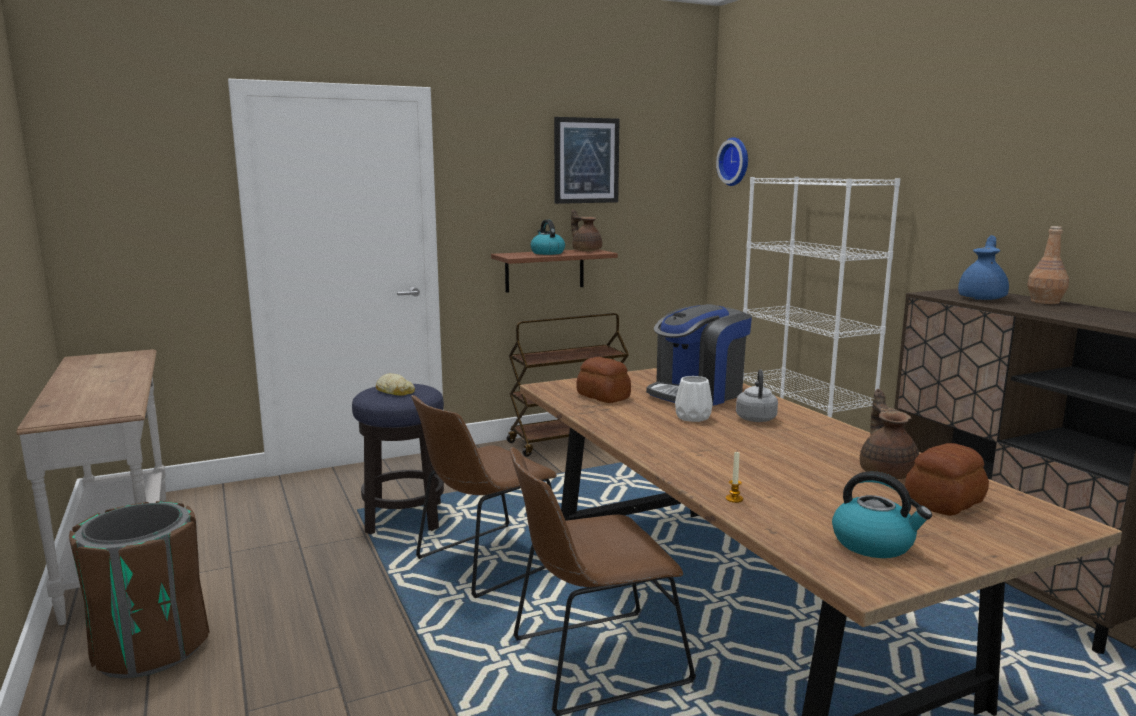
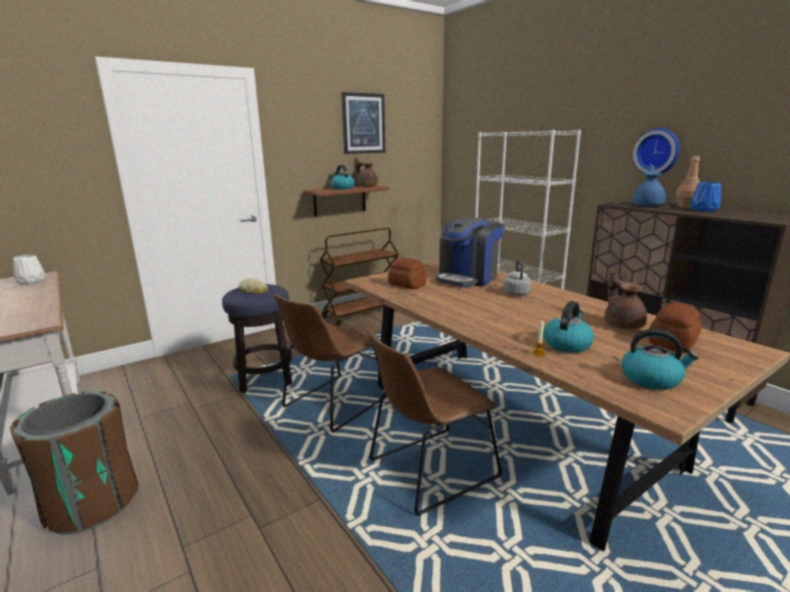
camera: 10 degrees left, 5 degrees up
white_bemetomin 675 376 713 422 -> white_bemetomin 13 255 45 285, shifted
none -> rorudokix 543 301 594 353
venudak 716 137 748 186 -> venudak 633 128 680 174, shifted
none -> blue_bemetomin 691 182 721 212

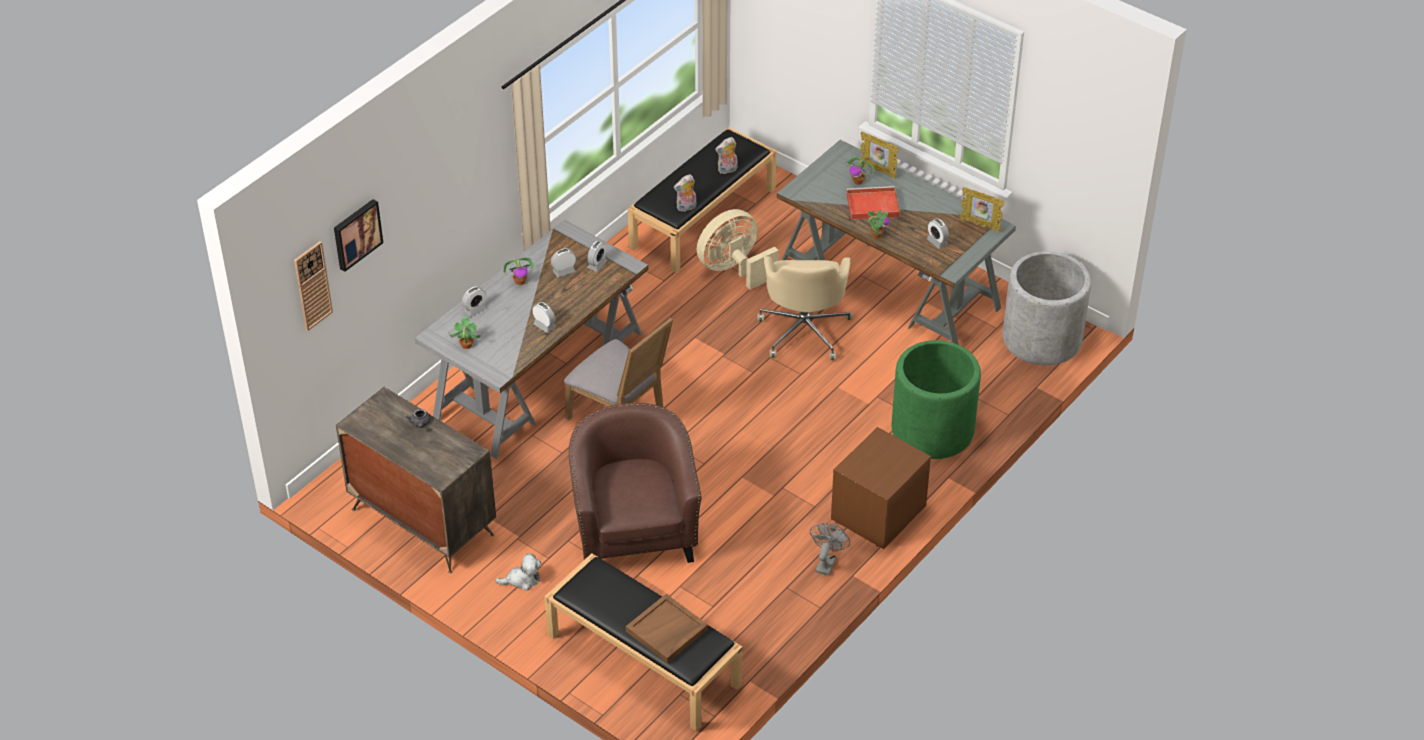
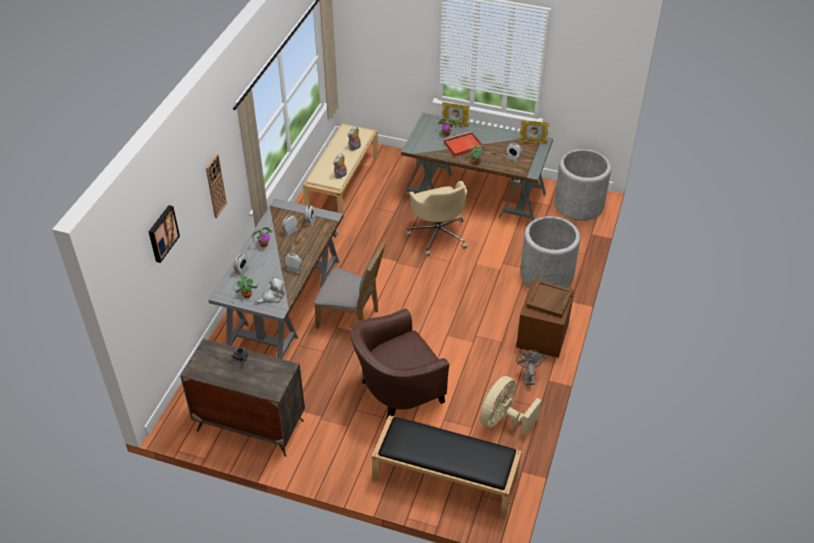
camera: 20 degrees left, 0 degrees up
venudak 294 241 333 331 -> venudak 206 154 227 218, shifted
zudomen 495 553 542 591 -> zudomen 255 277 285 304, shifted
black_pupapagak 628 127 777 273 -> beige_pupapagak 303 124 378 218
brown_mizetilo 569 403 702 563 -> brown_mizetilo 350 308 449 419, 90 degrees counterclockwise
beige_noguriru 697 209 779 290 -> beige_noguriru 480 376 542 435, shifted
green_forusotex 892 340 981 459 -> grey_forusotex 520 216 580 288
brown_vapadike 626 594 708 663 -> brown_vapadike 526 280 573 318, shifted

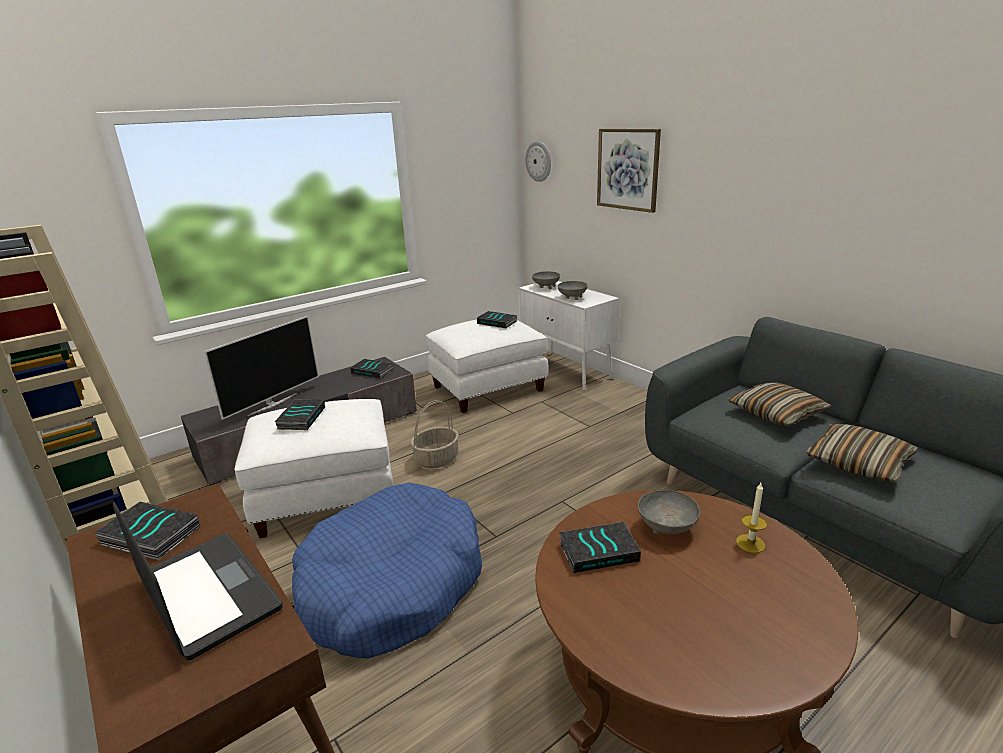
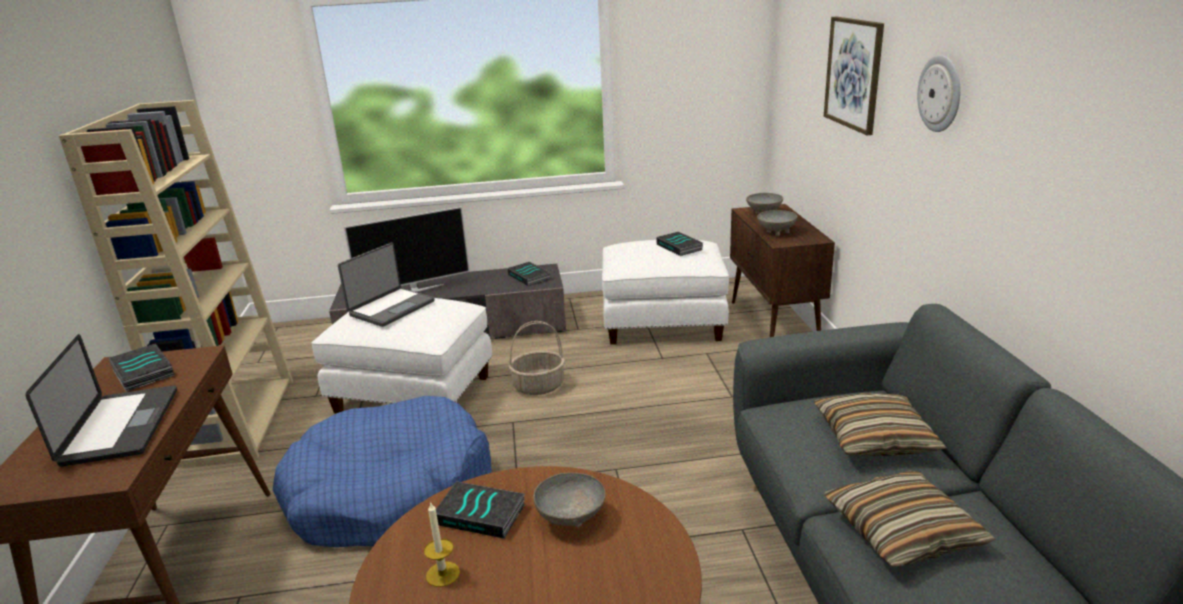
camera: 30 degrees right, 0 degrees up
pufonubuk 274 399 325 430 -> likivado 338 243 435 327
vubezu 736 483 767 553 -> vubezu 424 503 460 587, shifted
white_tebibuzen 518 281 619 391 -> brown_tebibuzen 730 204 835 337
venudak 526 141 551 182 -> venudak 917 55 961 132, shifted

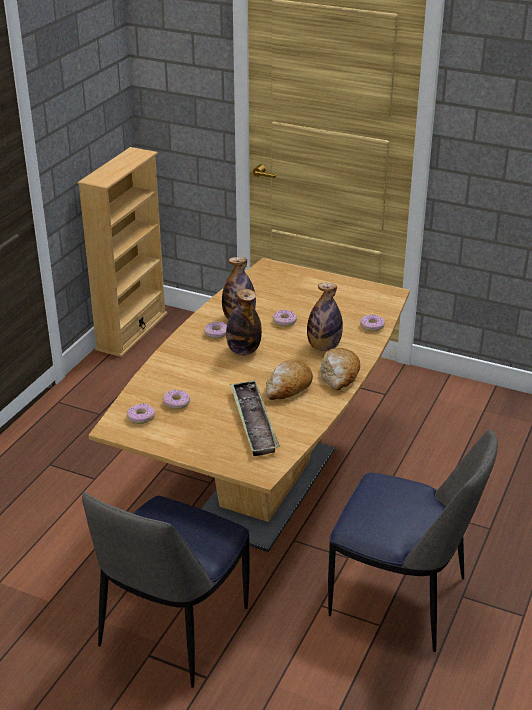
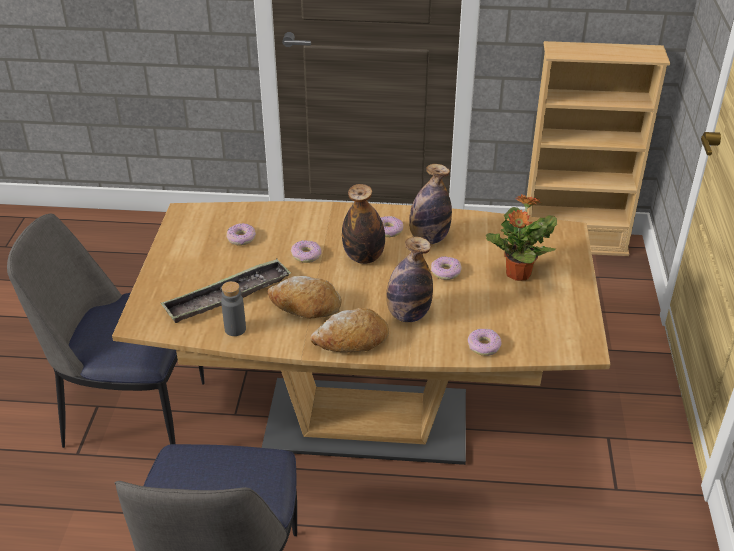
camera: 70 degrees right, 5 degrees up
none -> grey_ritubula 221 281 246 336
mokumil 127 404 155 424 -> mokumil 291 240 322 263, shifted
none -> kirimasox 486 194 557 281

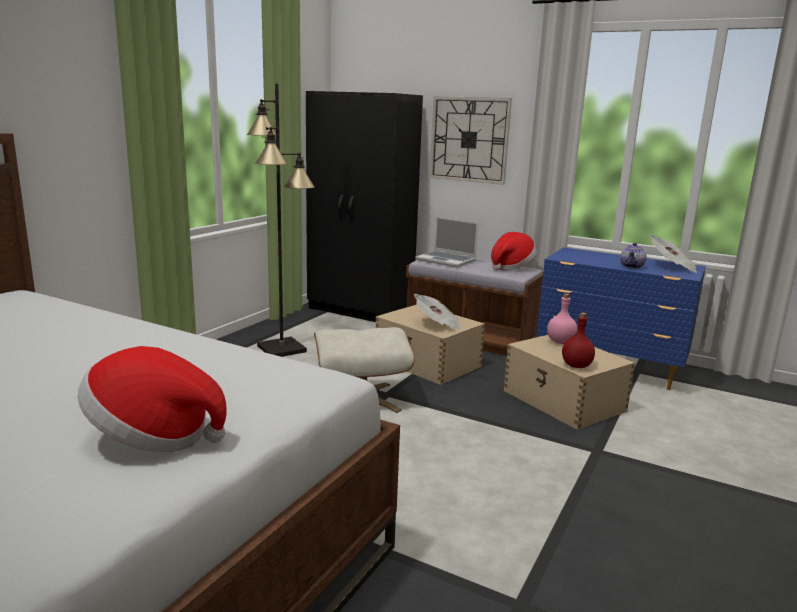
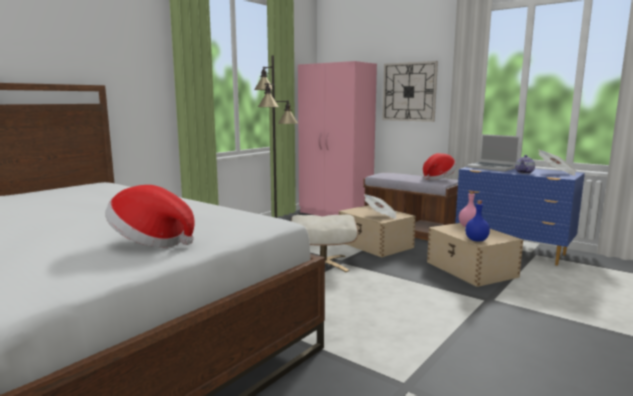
camera: 10 degrees right, 5 degrees down
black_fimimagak 306 91 423 322 -> pink_fimimagak 298 61 377 216
red_ritubula 562 313 595 368 -> blue_ritubula 465 200 490 241
likivado 415 217 478 267 -> likivado 467 134 520 172, shifted

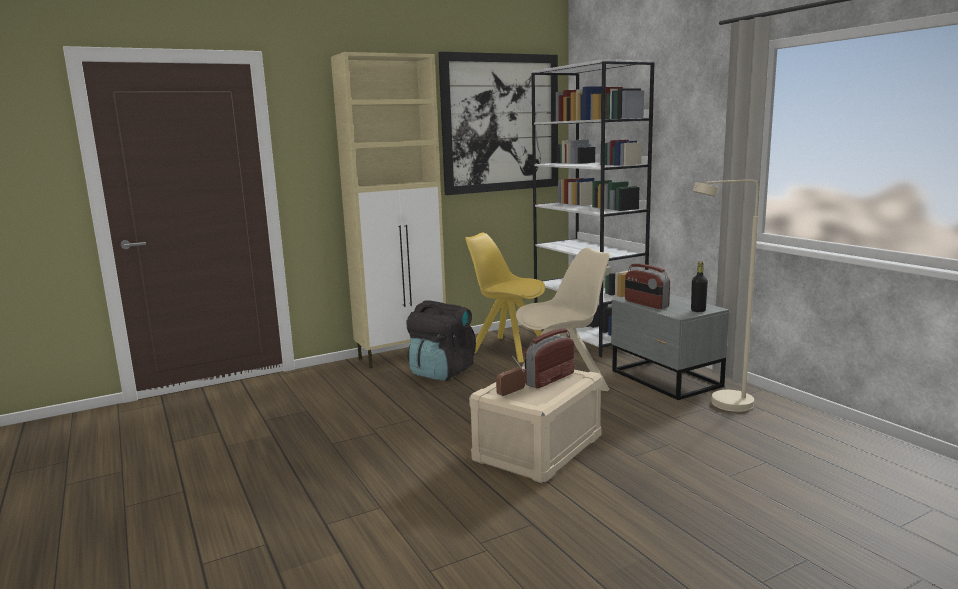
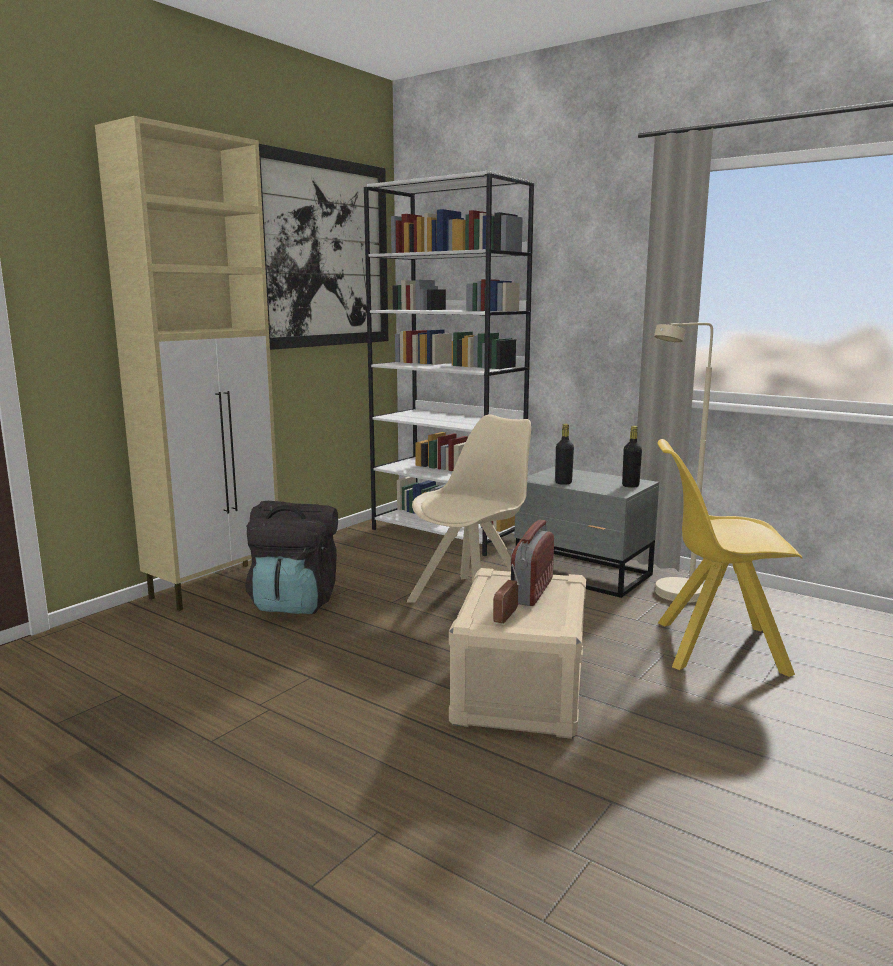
camera: 25 degrees left, 0 degrees up
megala 625 264 670 309 -> black_ritubula 555 423 574 485
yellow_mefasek 465 233 545 362 -> yellow_mefasek 657 439 802 677, shifted

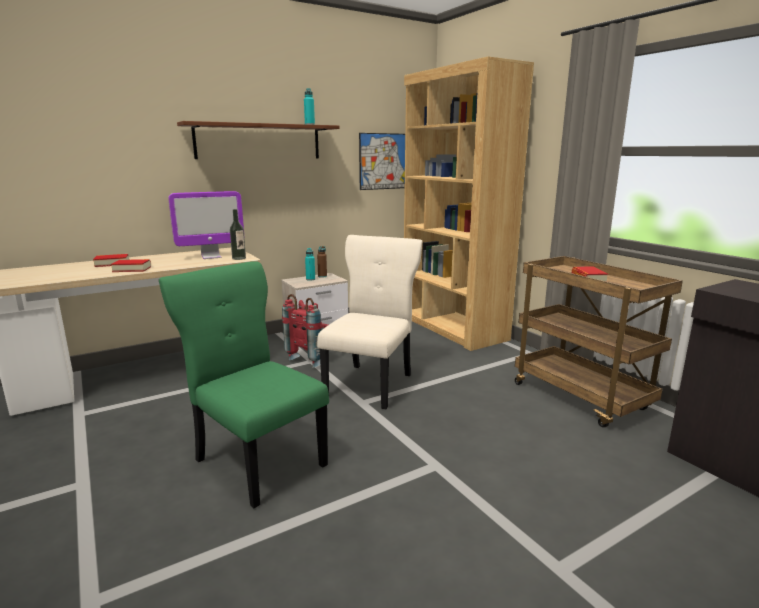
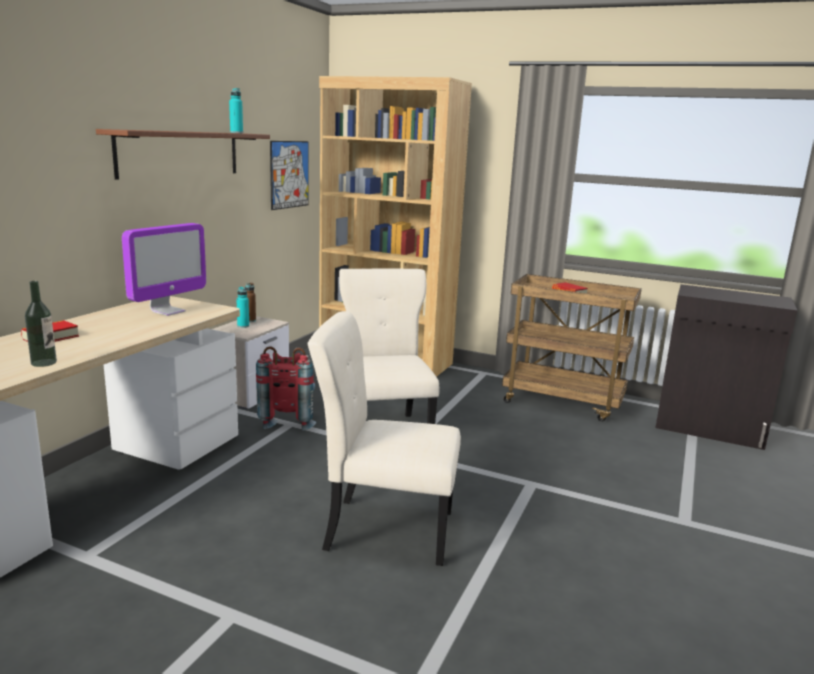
camera: 35 degrees left, 0 degrees up
ritubula 230 209 246 260 -> ritubula 25 281 57 367, shifted
green_mefasek 159 261 329 508 -> beige_mefasek 308 311 461 566
pufonubuk 111 259 151 272 -> none

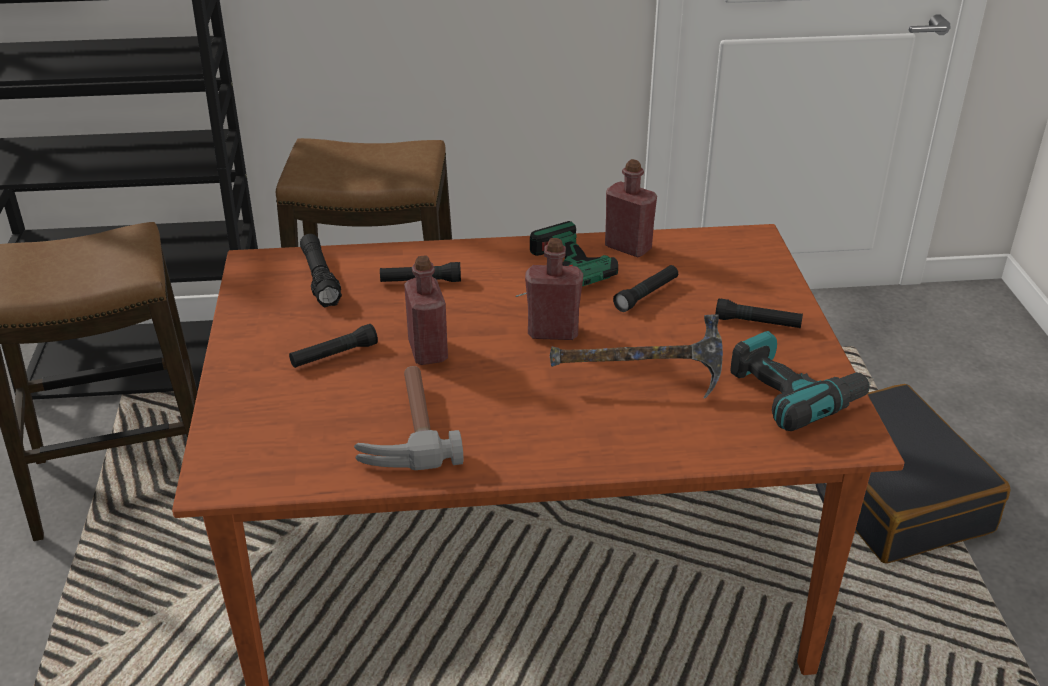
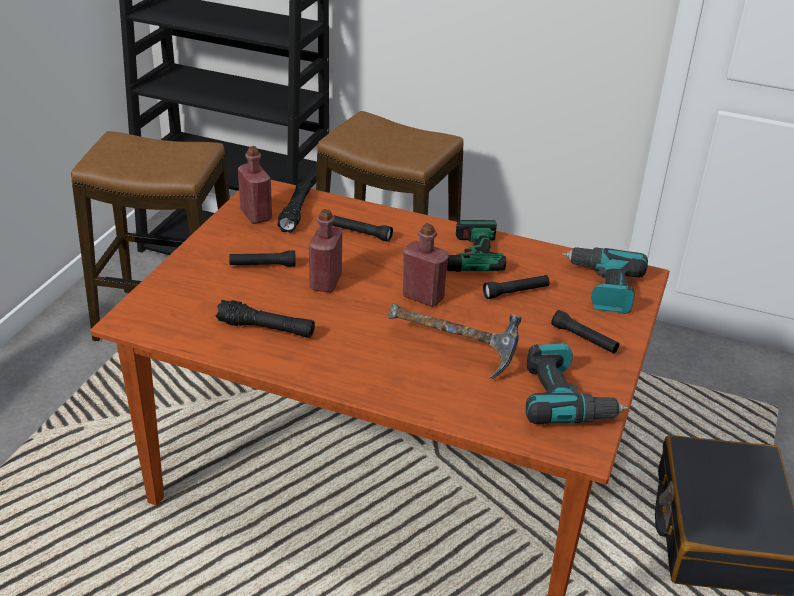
camera: 25 degrees right, 0 degrees up
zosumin 354 366 463 470 -> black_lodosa 215 300 315 338
red_ritubula 605 159 657 257 -> red_ritubula 238 146 272 224, shifted
none -> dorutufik 562 247 648 314

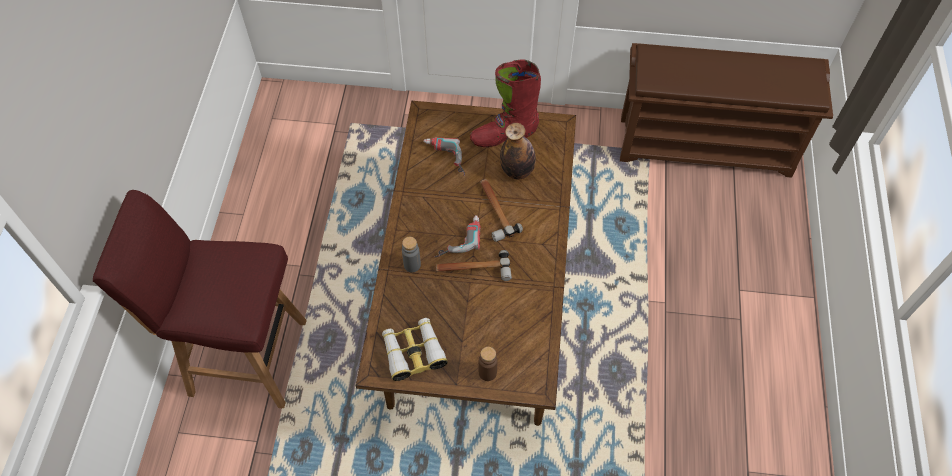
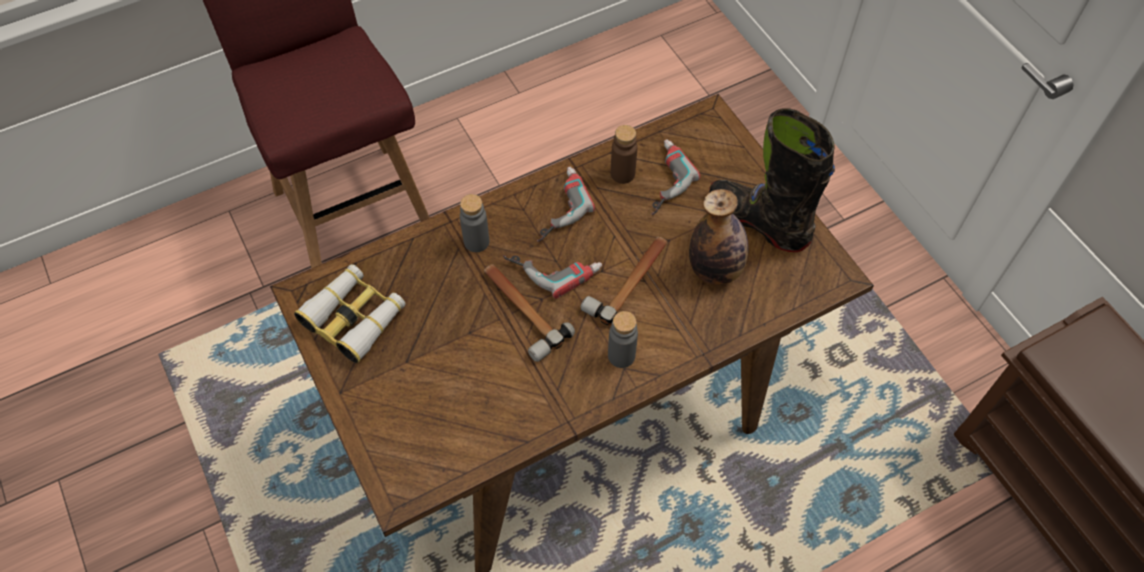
camera: 55 degrees right, 0 degrees up
none -> dorutufik 537 167 595 242
none -> grey_ritubula 608 311 638 368
brown_ritubula 479 347 498 381 -> brown_ritubula 611 125 638 184, shifted
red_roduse 470 60 541 147 -> black_roduse 709 108 835 252

